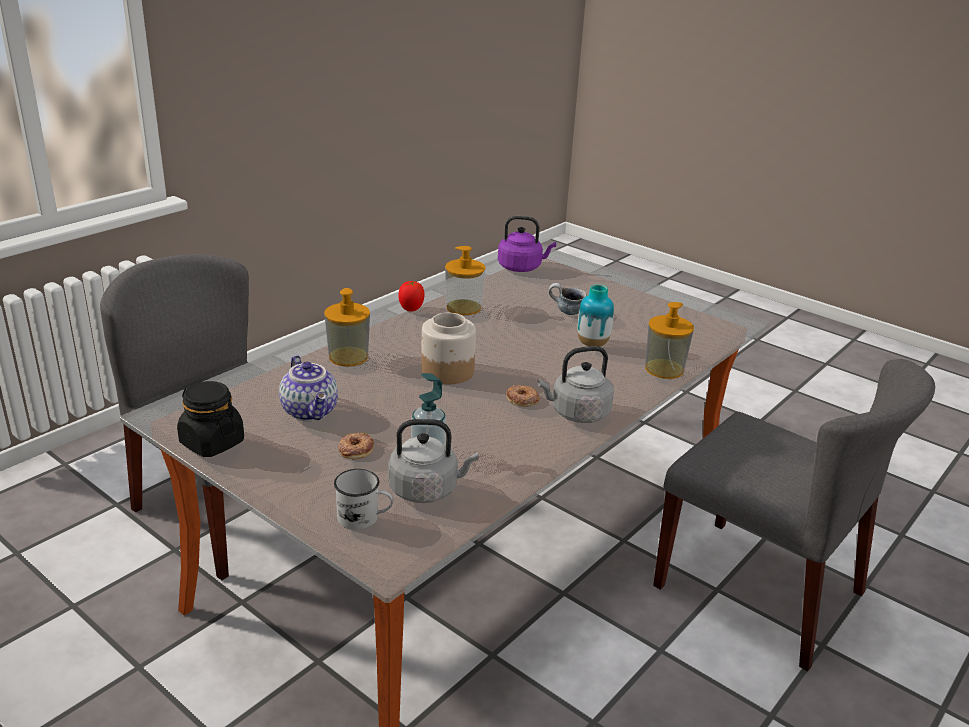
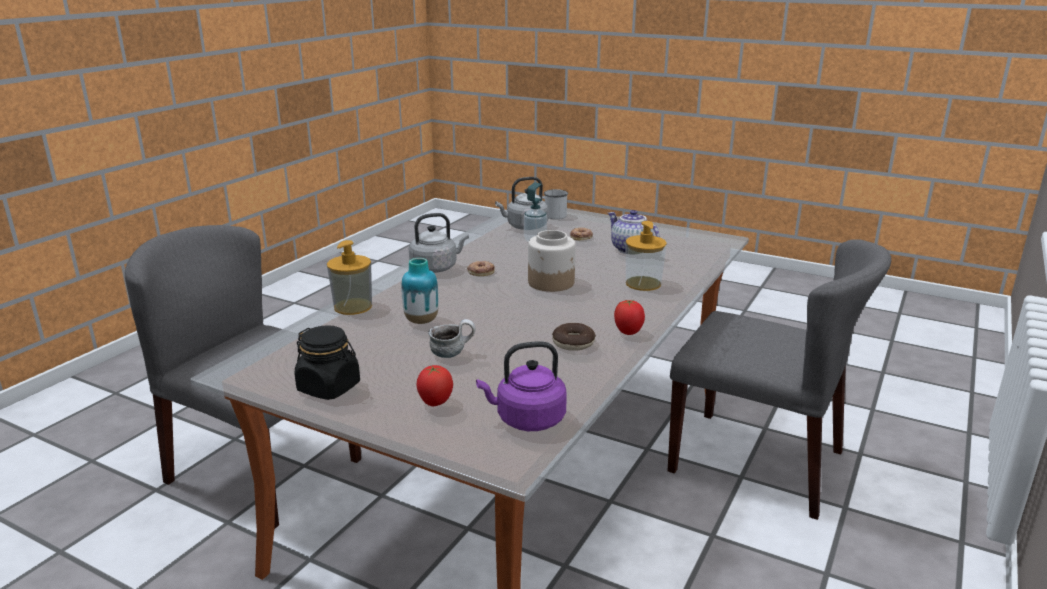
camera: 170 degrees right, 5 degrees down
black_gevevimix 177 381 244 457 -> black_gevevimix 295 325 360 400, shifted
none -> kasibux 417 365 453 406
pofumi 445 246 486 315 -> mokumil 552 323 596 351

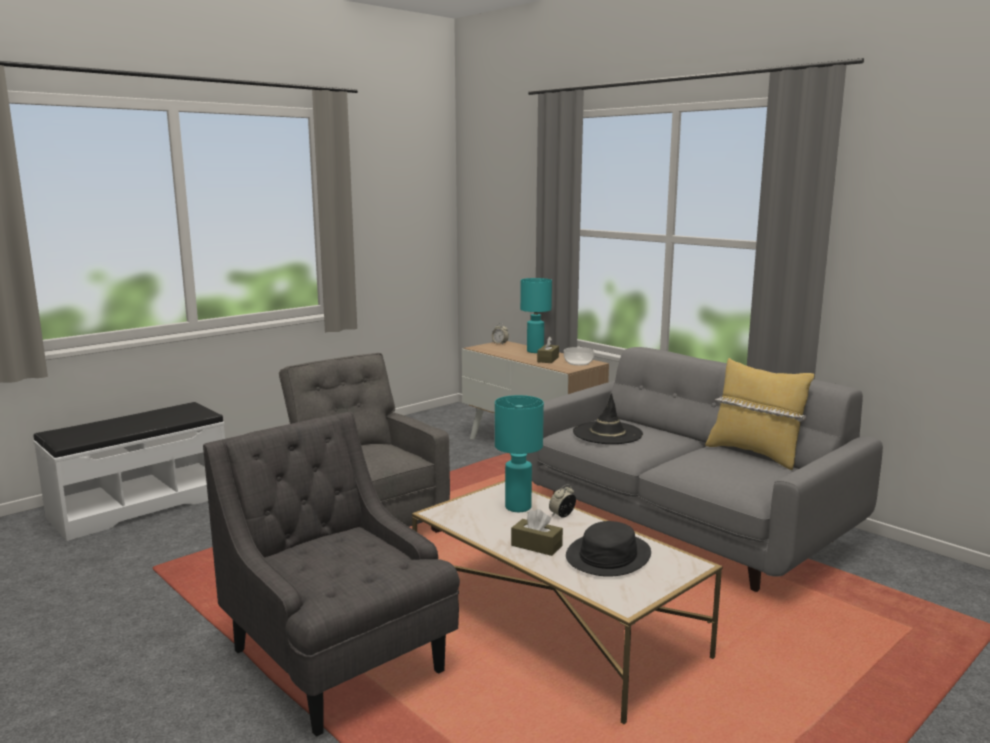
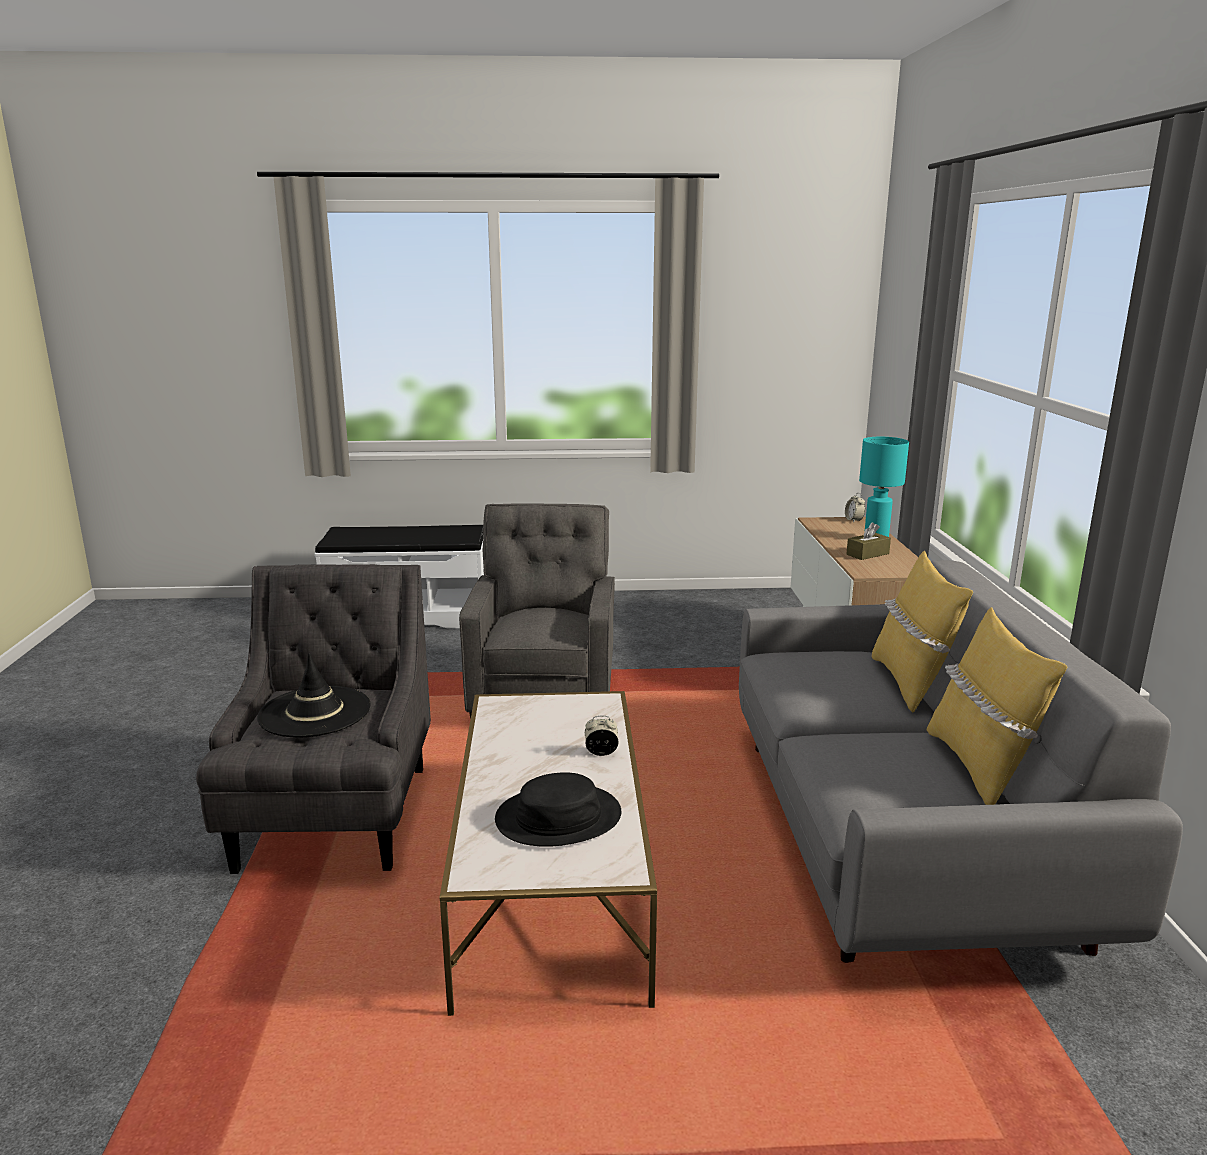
camera: 40 degrees right, 5 degrees up
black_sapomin 573 393 643 444 -> black_sapomin 257 653 371 737, shifted
none -> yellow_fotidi 871 551 973 712
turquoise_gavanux 495 395 544 512 -> none
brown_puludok 511 509 563 556 -> none
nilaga 564 347 594 366 -> none

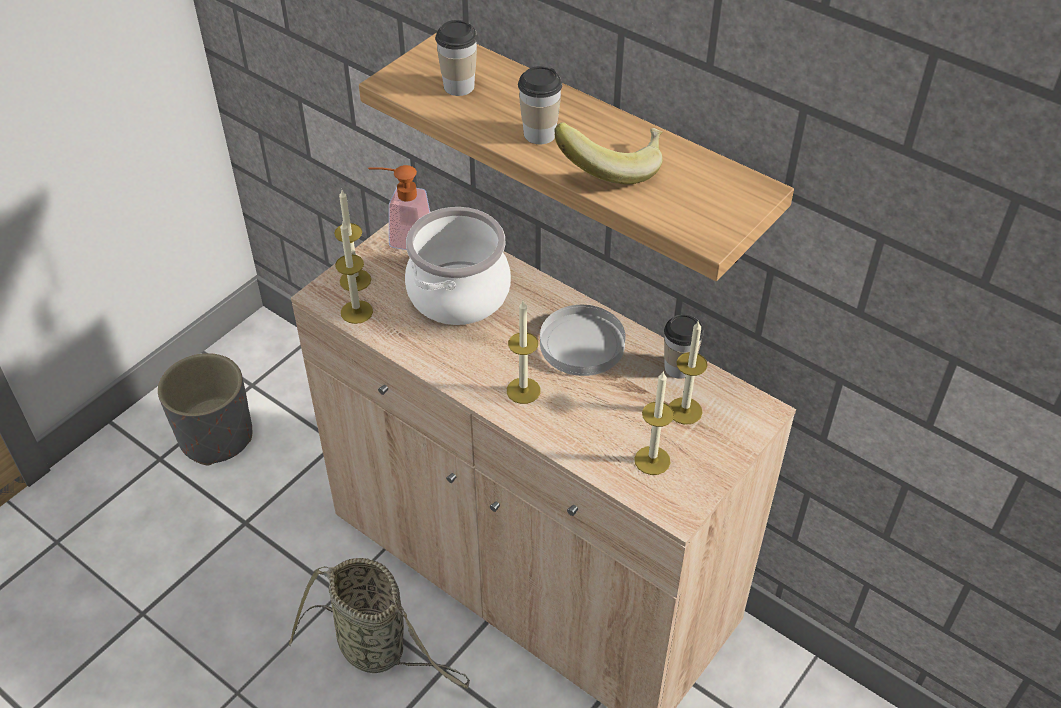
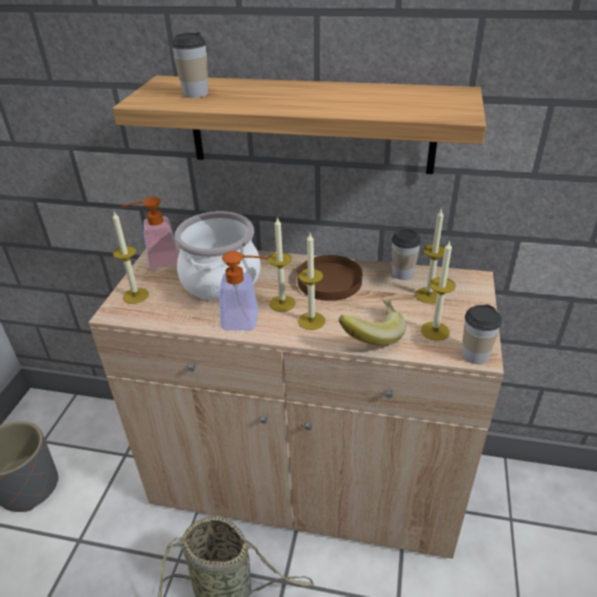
camera: 25 degrees left, 10 degrees down
none -> pofumi 219 251 268 330
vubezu 335 222 373 324 -> vubezu 268 216 296 312, shifted
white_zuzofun 540 305 626 376 -> brown_zuzofun 297 255 362 301
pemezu 555 122 663 184 -> pemezu 339 299 406 346, shifted
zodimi 518 66 562 144 -> zodimi 462 304 502 364, shifted

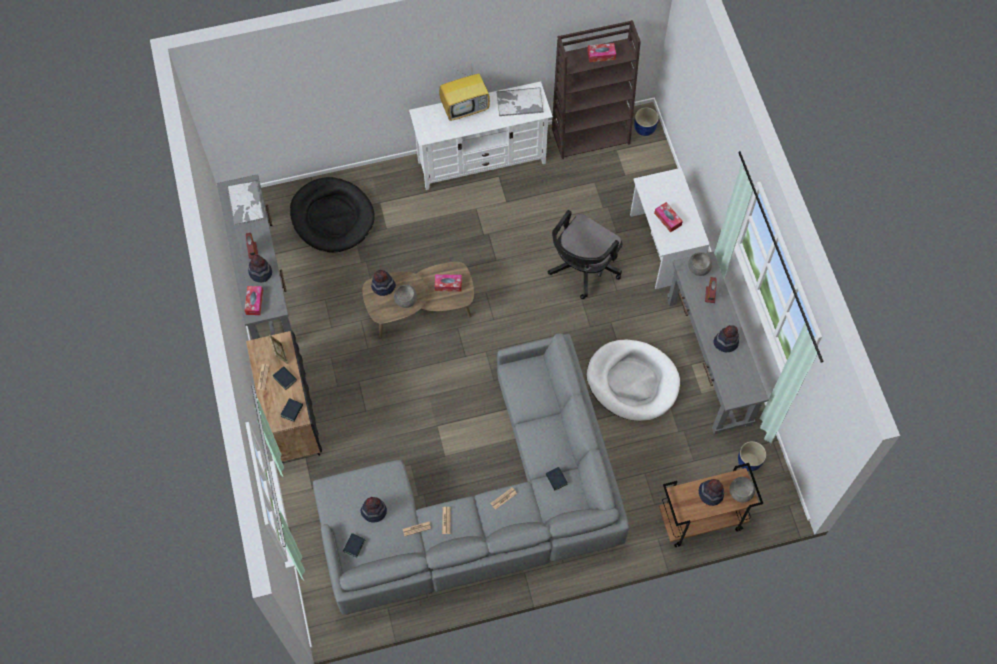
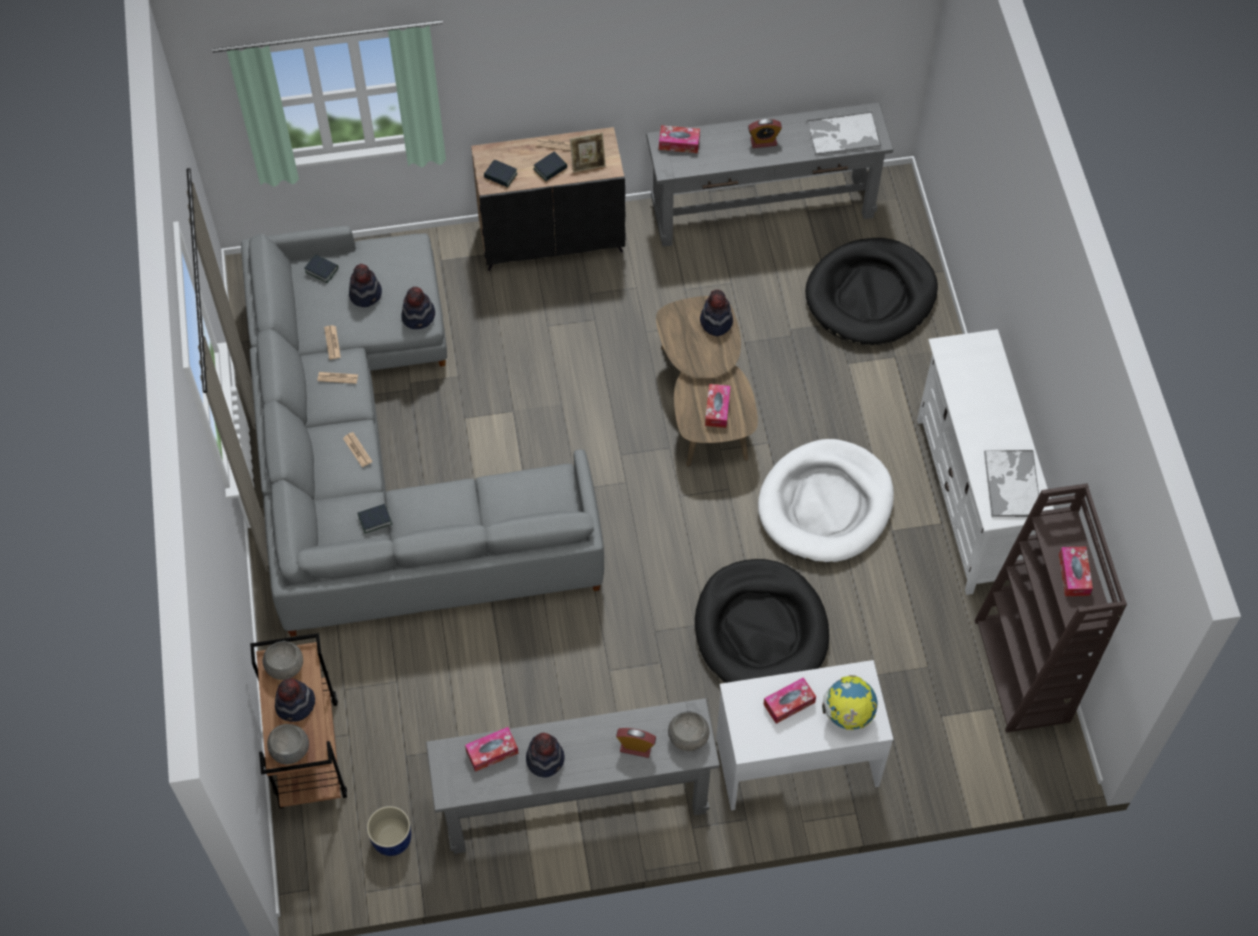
camera: 95 degrees right, 5 degrees down
grey_nilaga 394 285 417 308 -> grey_nilaga 263 641 303 680, shifted
sapomin 248 255 272 283 -> sapomin 401 287 435 329, shifted
none -> puludok 465 727 519 772
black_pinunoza 548 210 622 299 -> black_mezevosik 695 559 829 683
white_mezevosik 586 339 680 421 -> white_mezevosik 758 439 894 563, shifted
none -> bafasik 822 675 877 730
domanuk 439 69 490 121 -> none
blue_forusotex 634 107 659 136 -> none

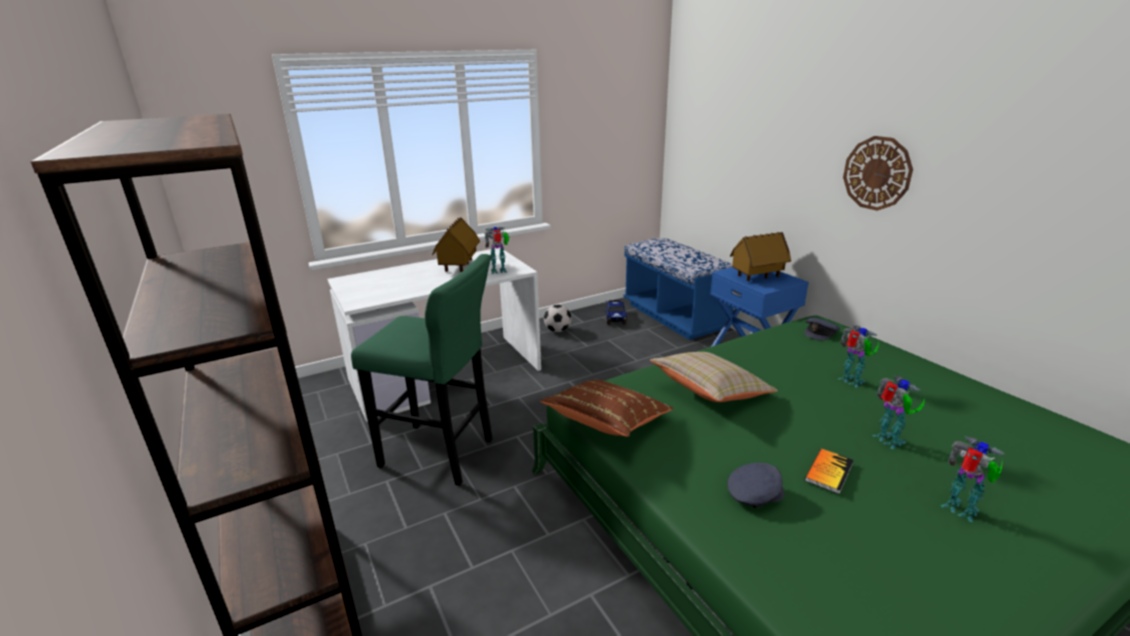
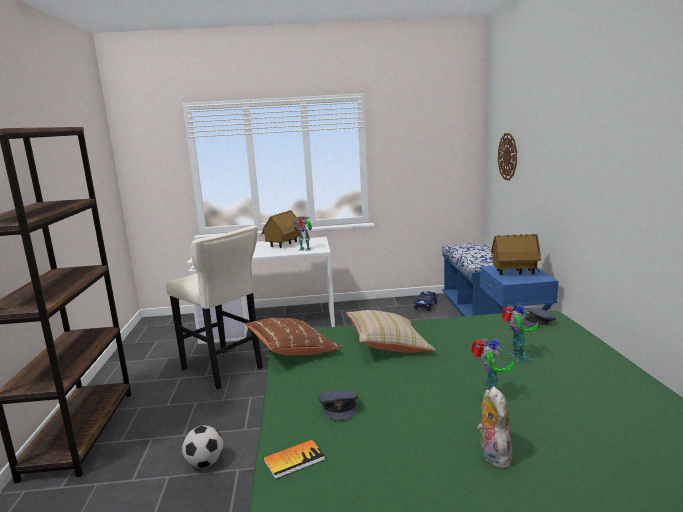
camera: 25 degrees right, 10 degrees down
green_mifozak 351 254 493 486 -> beige_mifozak 166 225 263 389
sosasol 544 305 572 332 -> sosasol 182 426 223 468, shifted
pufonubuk 805 449 854 494 -> pufonubuk 263 439 325 479, shifted
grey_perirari 727 462 785 508 -> grey_perirari 318 390 358 420, 75 degrees clockwise
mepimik 941 436 1006 522 -> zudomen 477 386 512 468
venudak 843 136 913 211 -> venudak 498 133 517 181, shifted

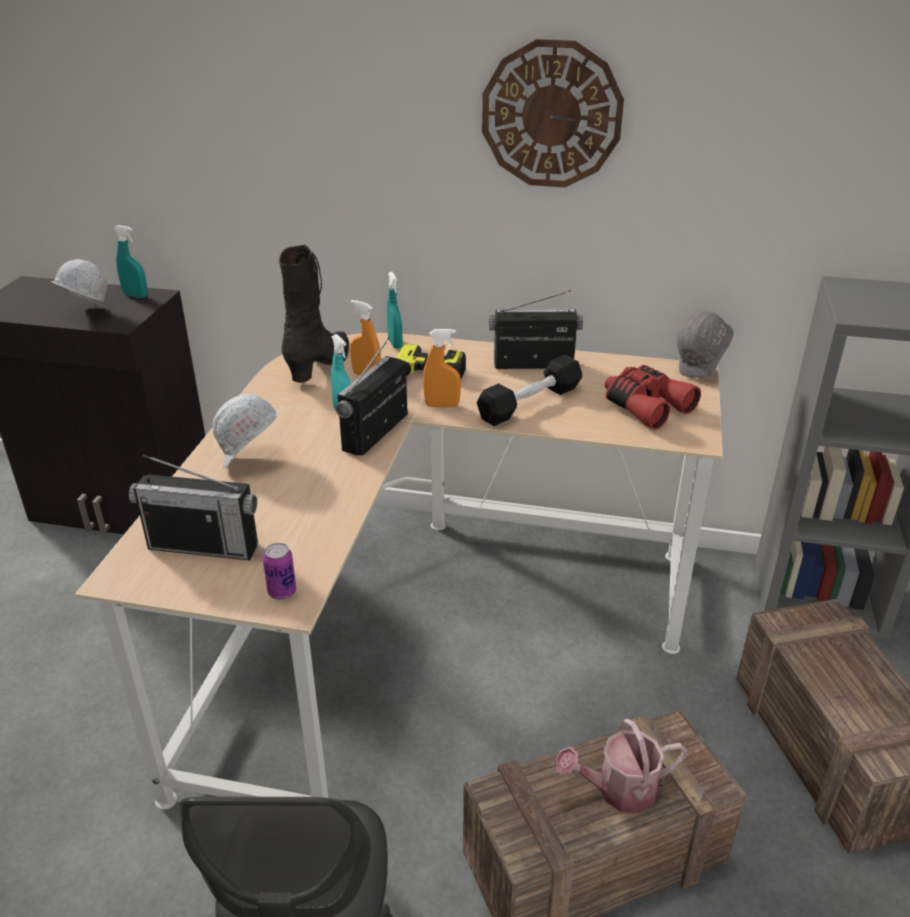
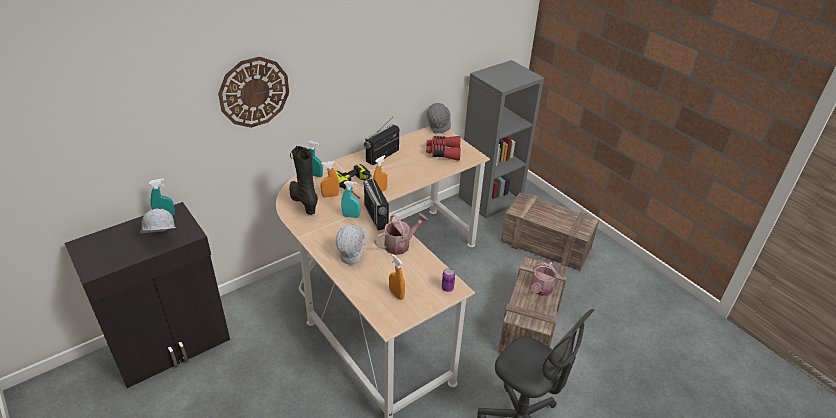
camera: 50 degrees left, 5 degrees up
venudak 482 39 624 187 -> venudak 218 57 289 128, shifted
none -> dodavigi 374 213 428 255
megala 129 454 258 560 -> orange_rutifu 389 254 405 300
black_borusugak 477 355 582 426 -> none

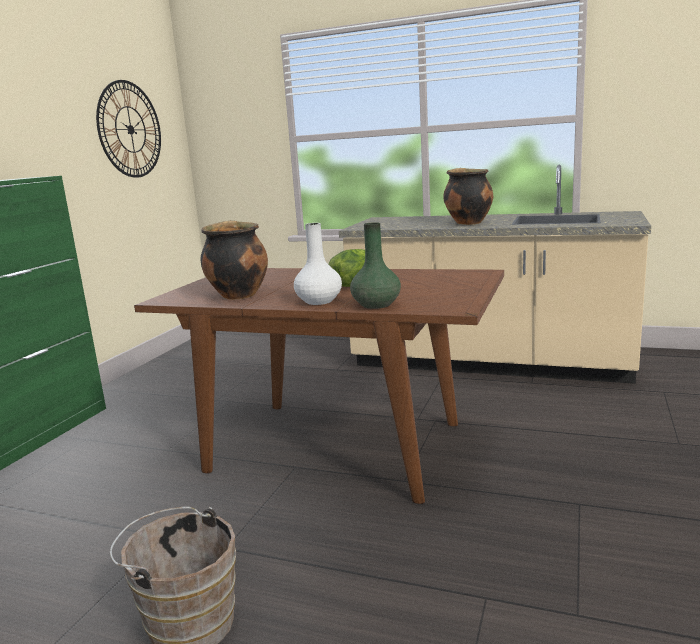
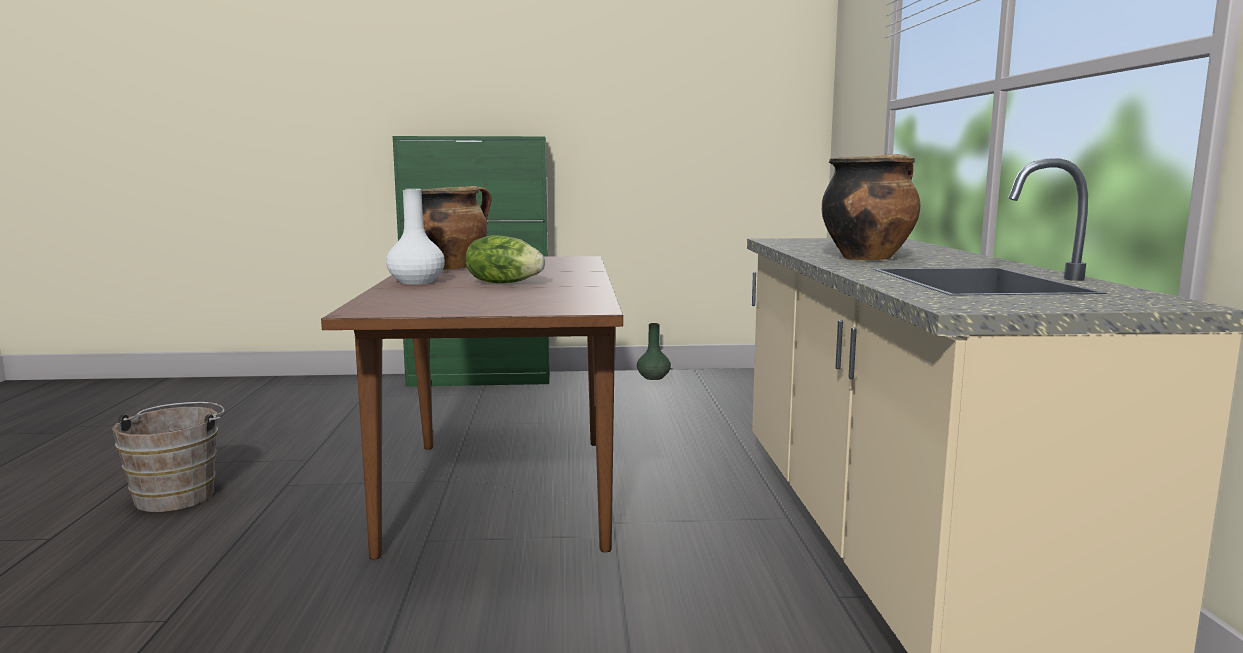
camera: 65 degrees right, 5 degrees down
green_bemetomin 350 222 401 309 -> green_bemetomin 637 323 671 380, shifted
venudak 96 80 161 178 -> none

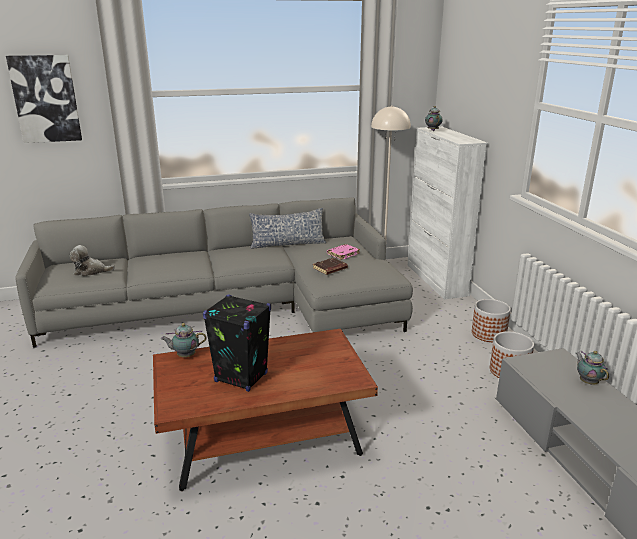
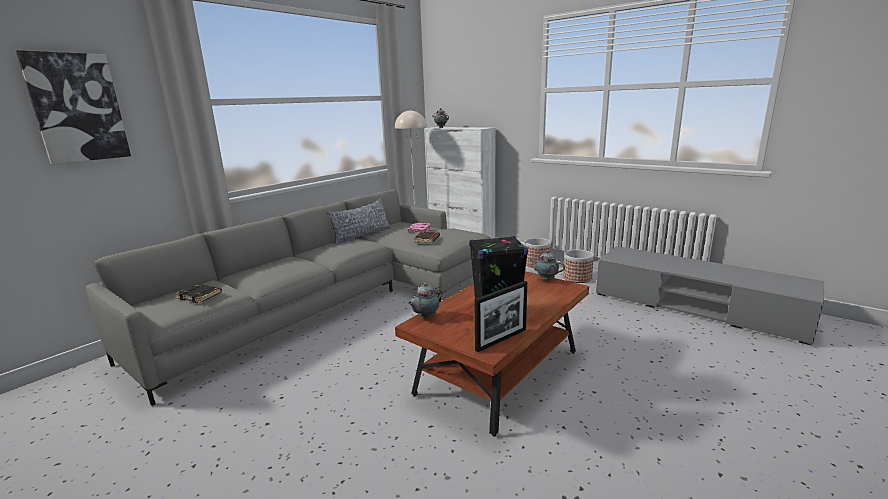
camera: 35 degrees left, 5 degrees down
zudomen 69 245 115 276 -> black_pufonubuk 175 284 222 303
none -> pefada 474 281 527 352
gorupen 576 351 609 385 -> gorupen 529 250 565 281, shifted

